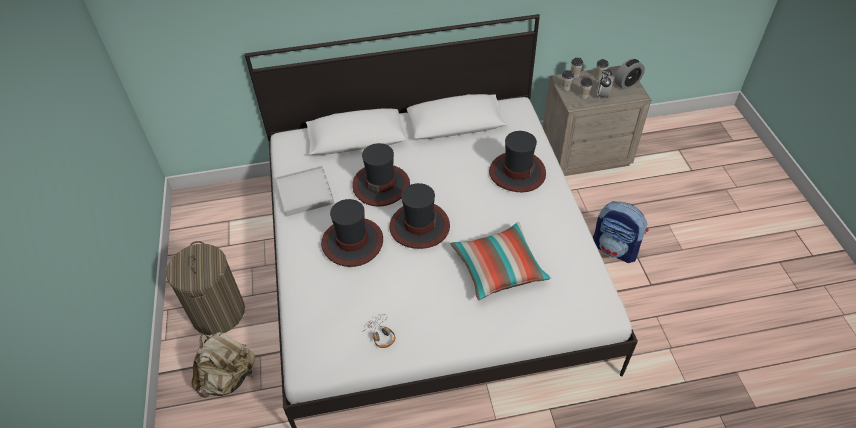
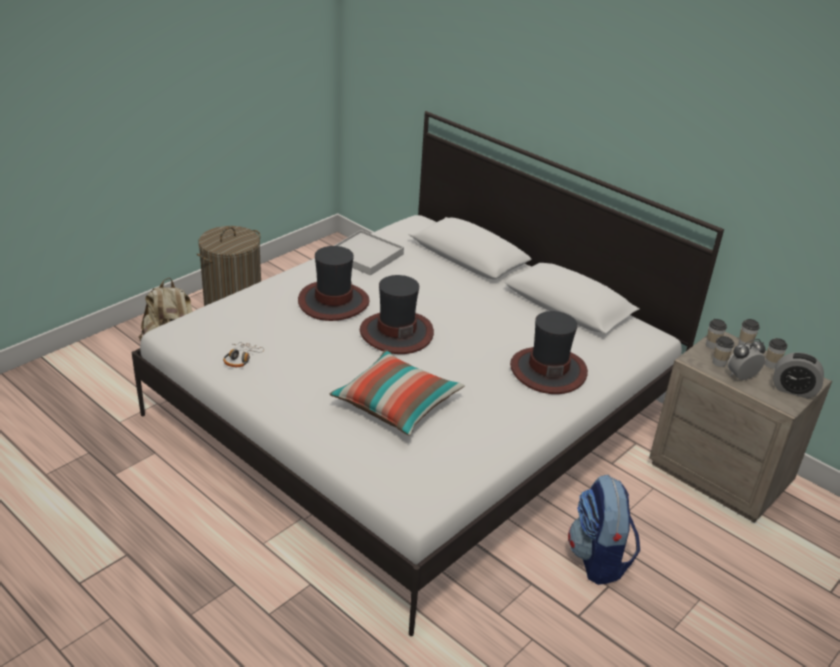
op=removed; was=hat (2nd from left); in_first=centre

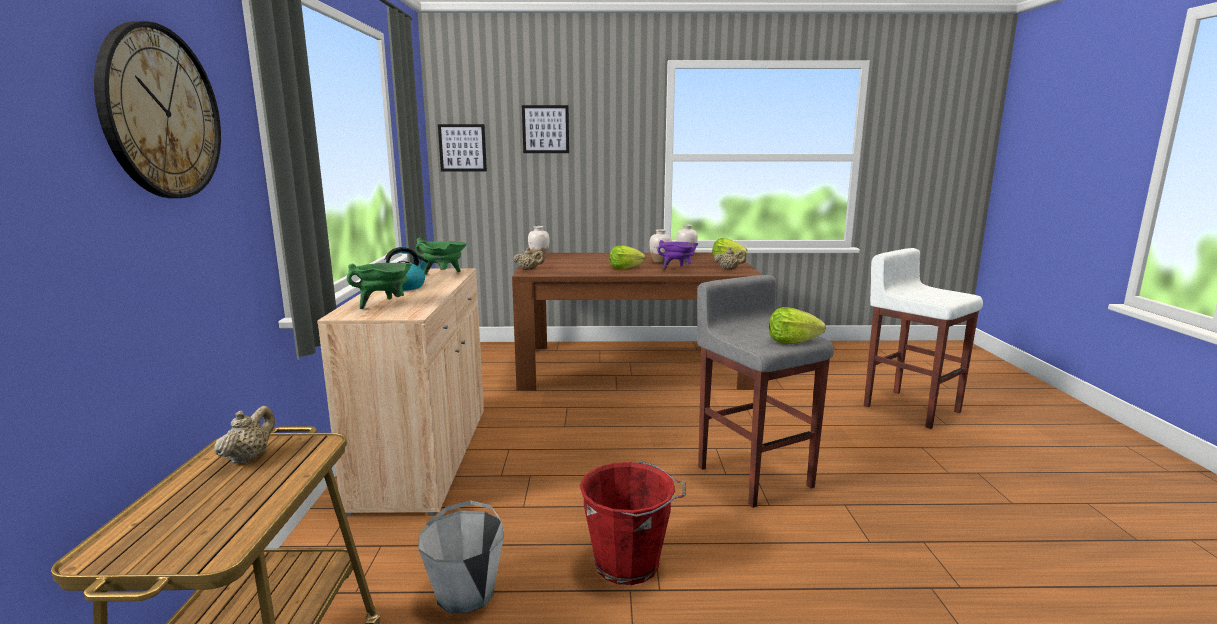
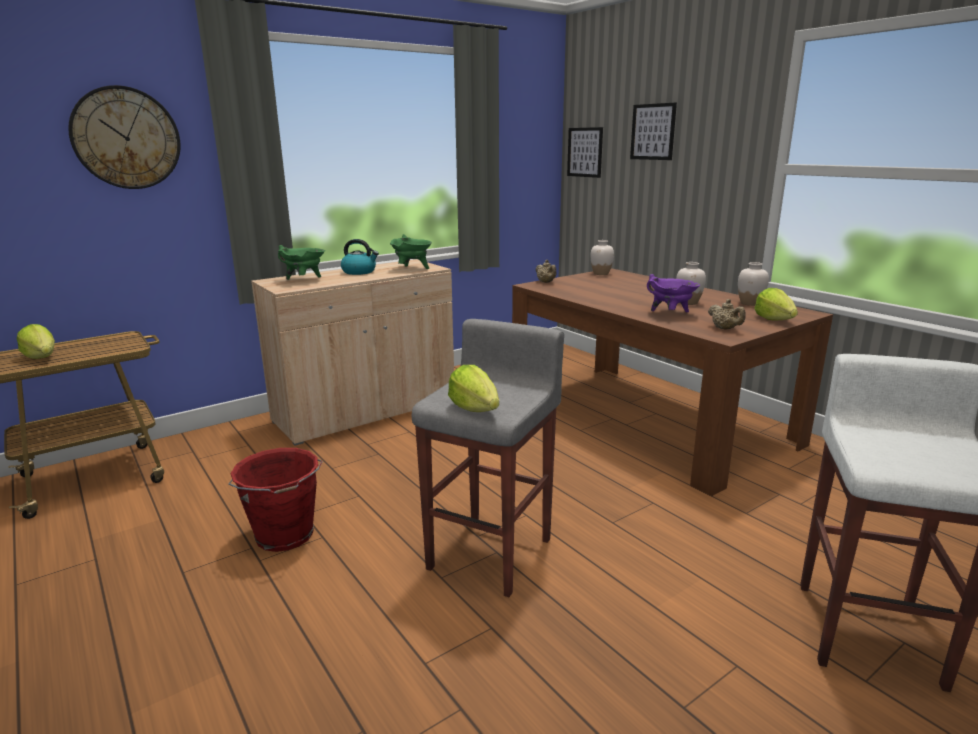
op=removed; was=beige teapot (1st from left); in_first=bottom left
op=removed; was=grey bucket; in_first=bottom centre
op=moved; was=lettuce (1st from left); in_first=centre; in_second=middle left

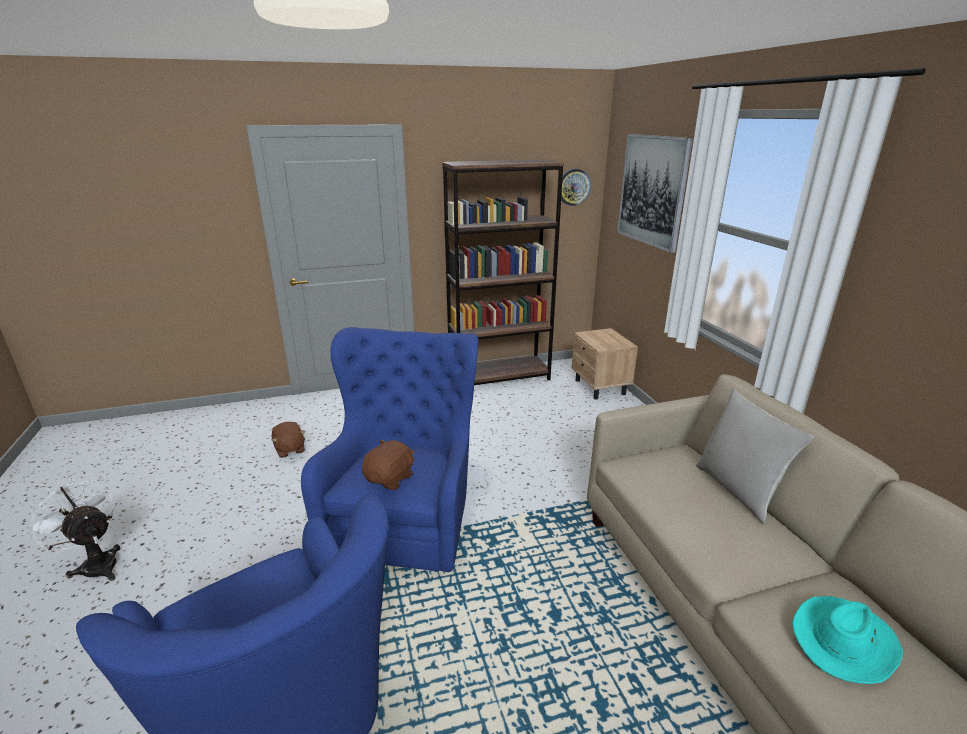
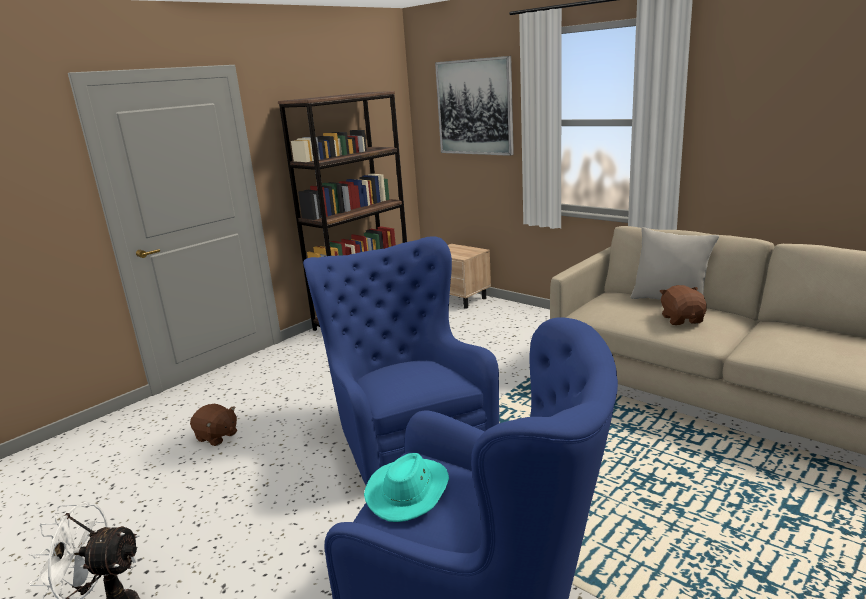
op=moved; was=brown plush toy (2nd from left); in_first=centre; in_second=middle right
op=removed; was=wall clock; in_first=top centre
op=moved; was=turquoise hat; in_first=bottom right; in_second=bottom centre

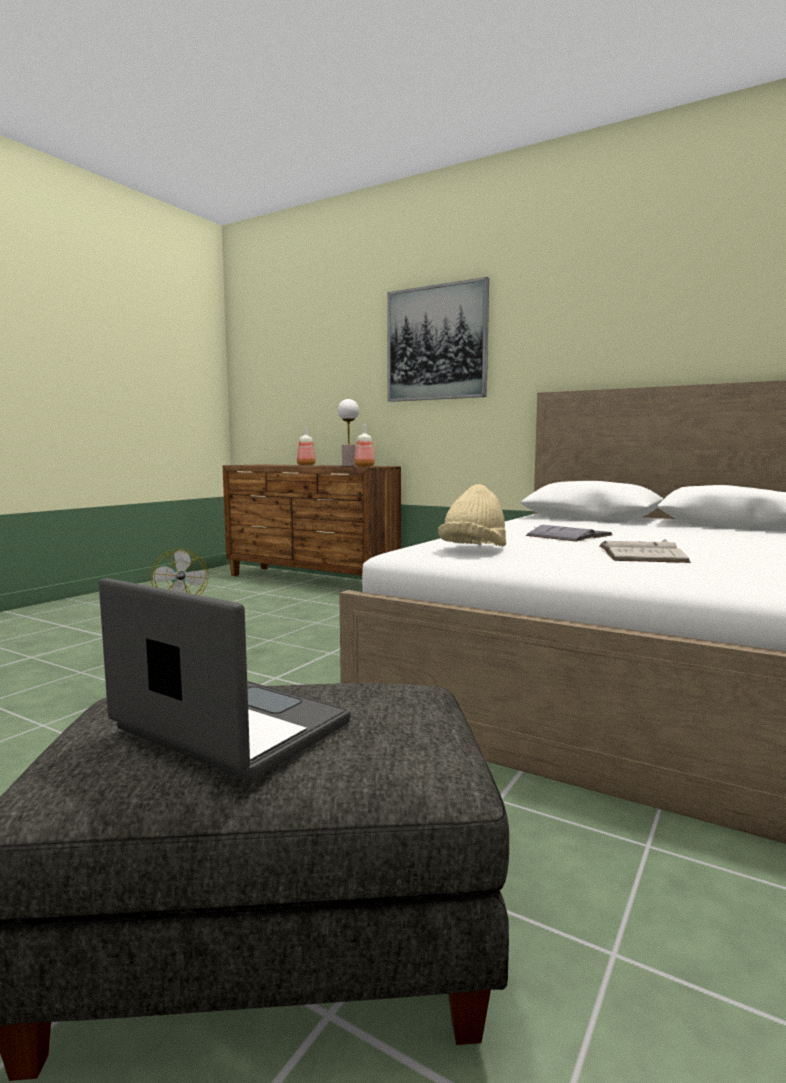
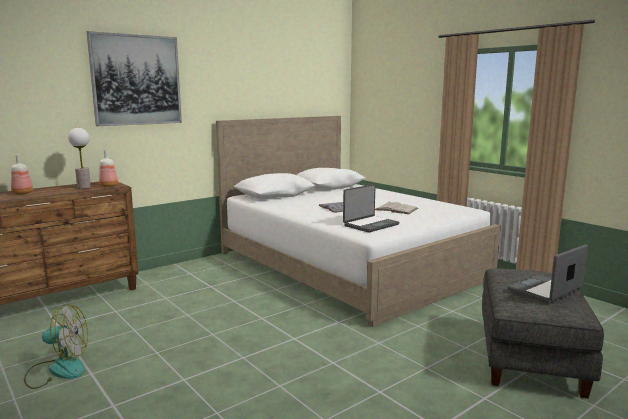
op=replaced; was=beige hat; now=laptop (1st from left); in_first=centre; in_second=centre

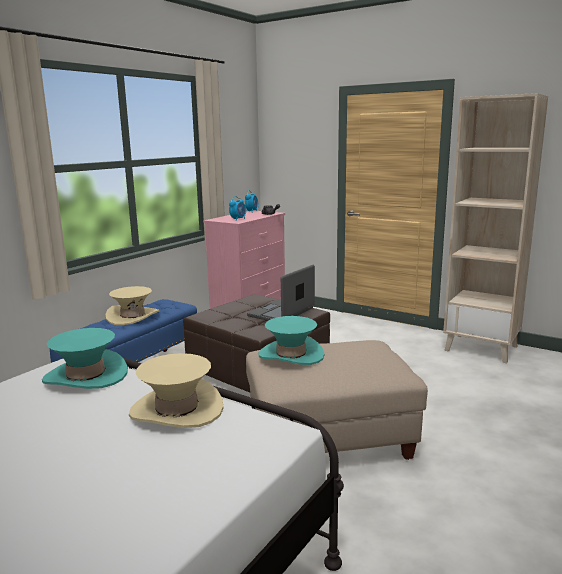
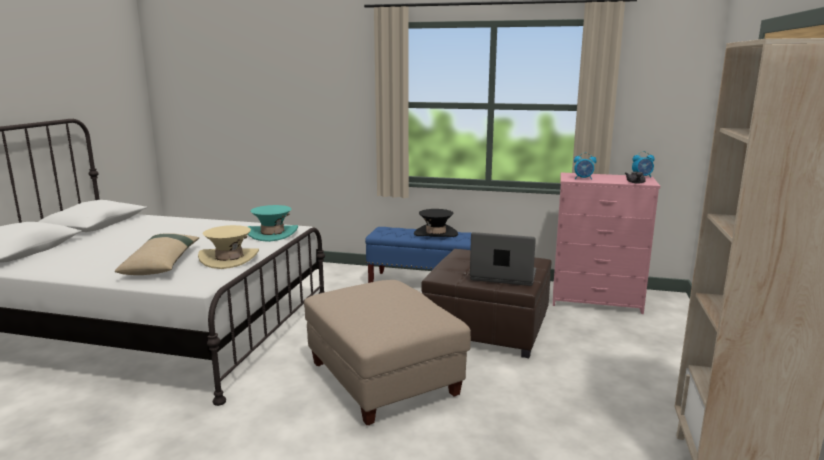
op=recoloured; was=beige hat (1st from left); now=black hat; in_first=middle left; in_second=centre
op=removed; was=turquoise hat (2nd from left); in_first=centre
op=added; now=beige pillow; in_second=middle left

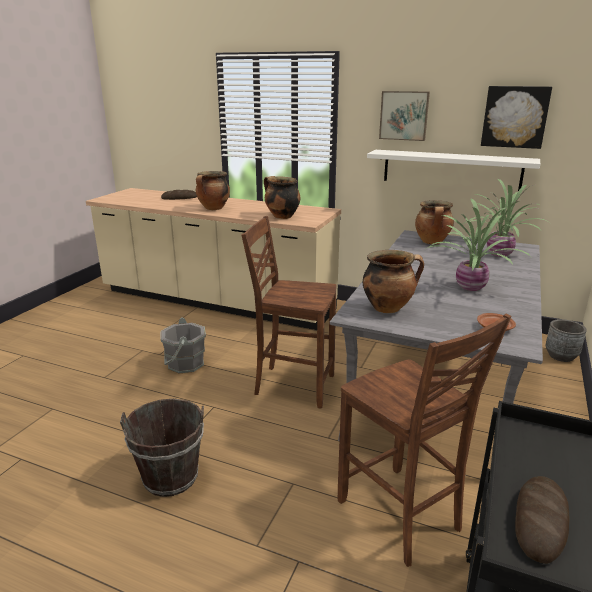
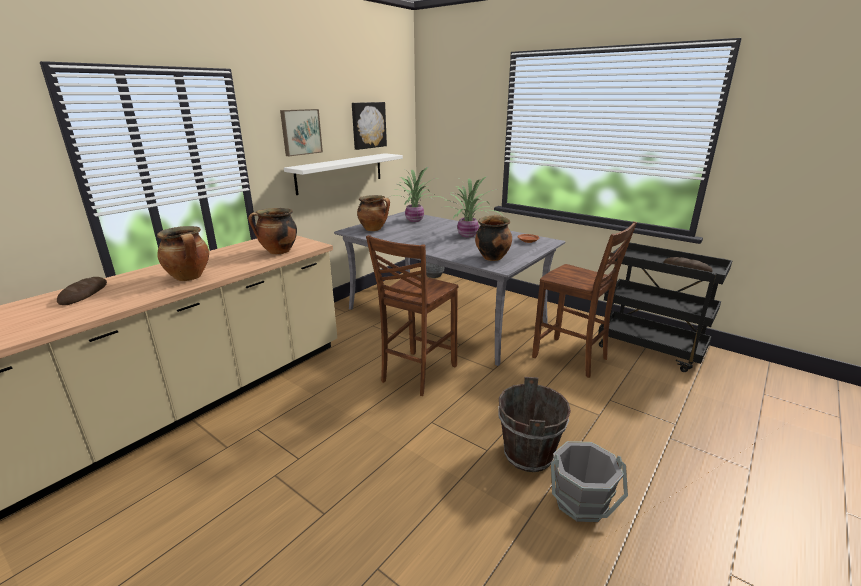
op=moved; was=grey bucket; in_first=middle left; in_second=bottom right
op=turned; was=brown chair (2nd from left); in_first=bottom right; in_second=middle right; clockwise=60

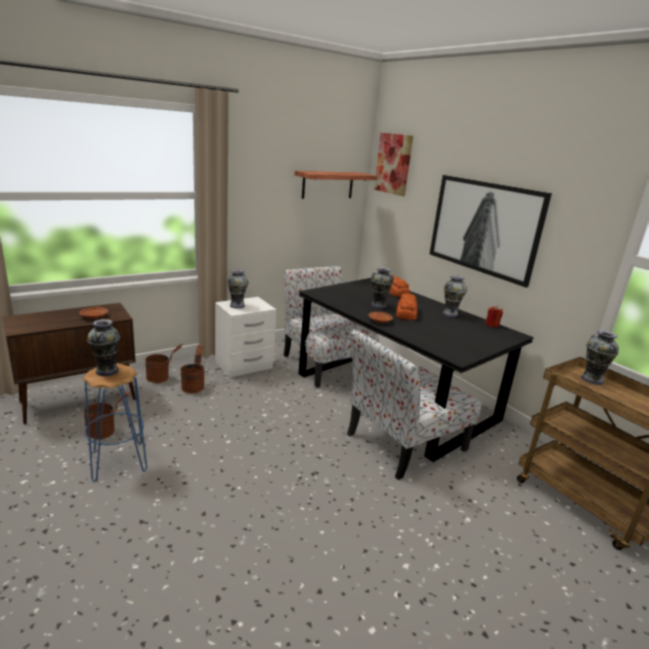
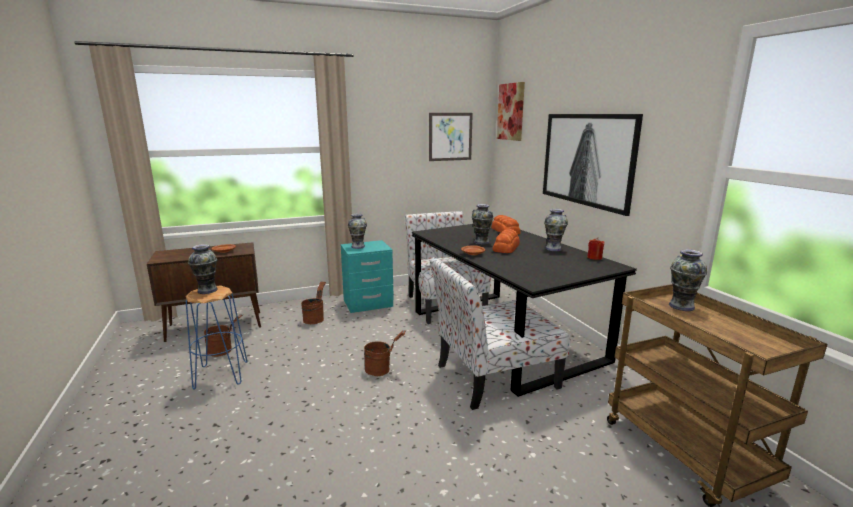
op=moved; was=brown bucket (2nd from left in the first image); now=brown bucket (3rd from left); in_first=middle left; in_second=bottom centre
op=recoloured; was=white nightstand; now=turquoise nightstand; in_first=centre; in_second=centre
op=replaced; was=shelf; now=picture (1st from left); in_first=top centre; in_second=top centre

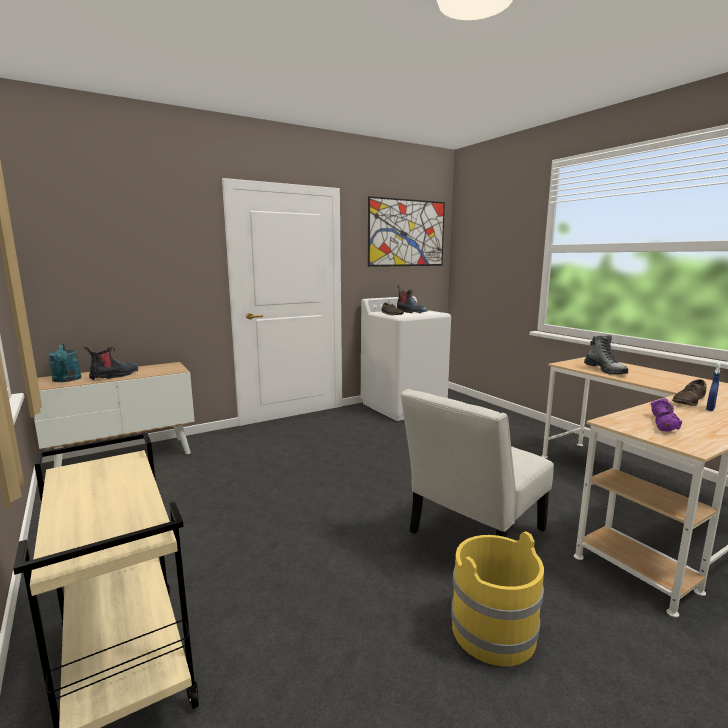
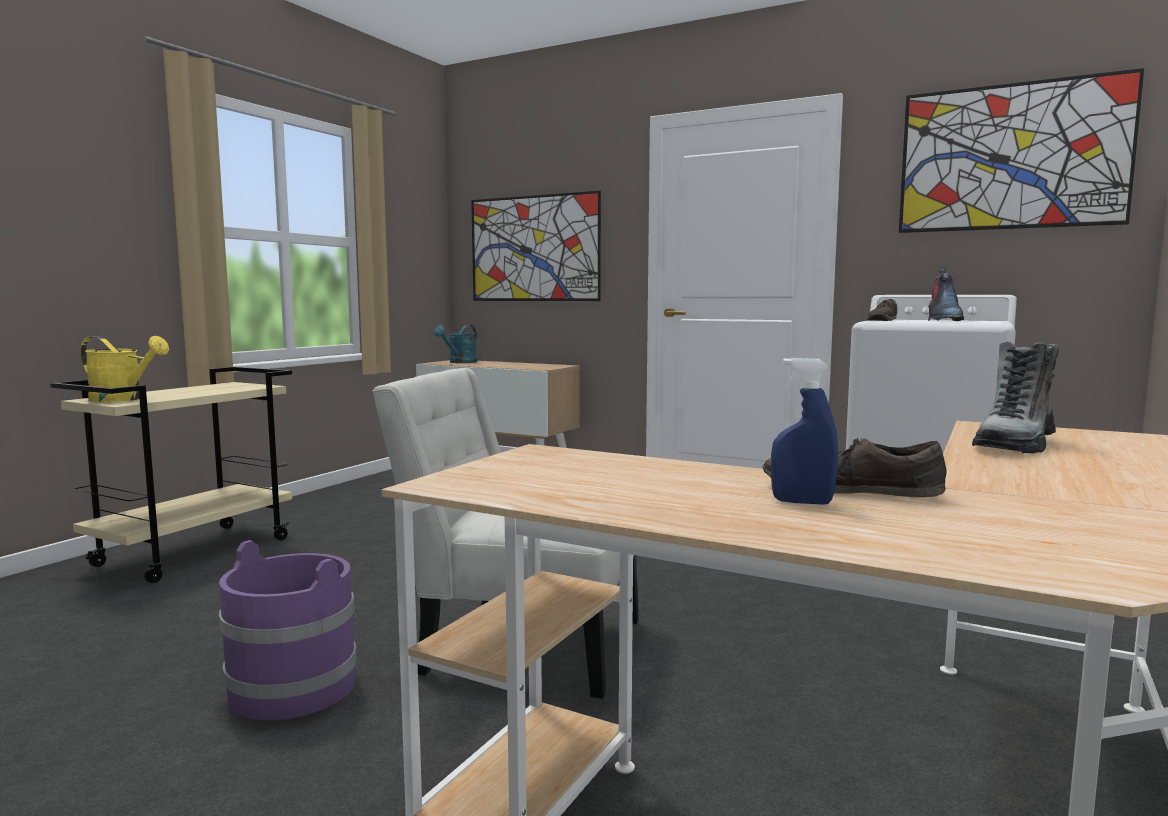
op=removed; was=boot (1st from left); in_first=middle left
op=recoloured; was=yellow bucket; now=purple bucket; in_first=bottom right; in_second=bottom left
op=removed; was=purple dumbbell; in_first=middle right
op=added; now=yellow watering can; in_second=middle left
op=added; now=picture (1st from left); in_second=top centre

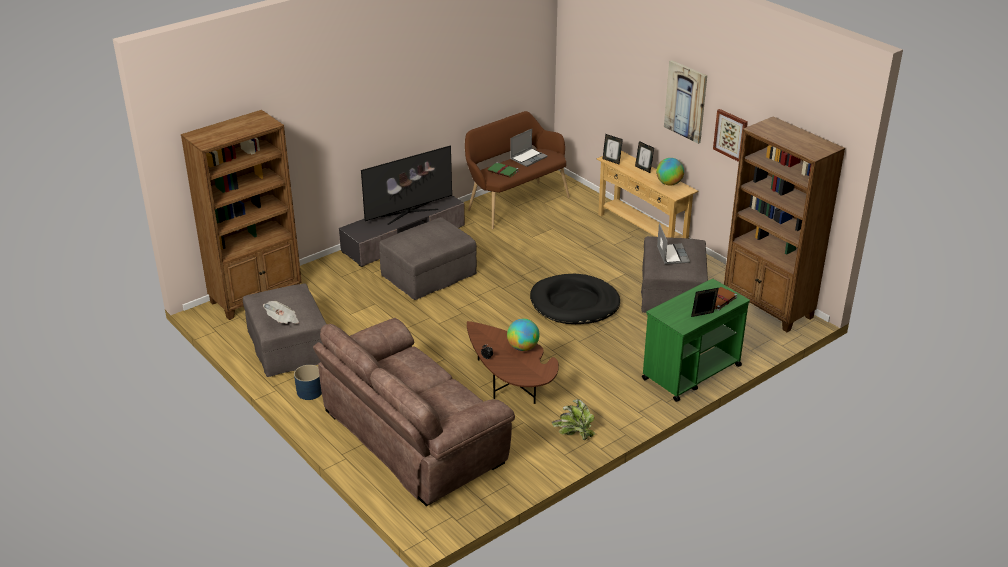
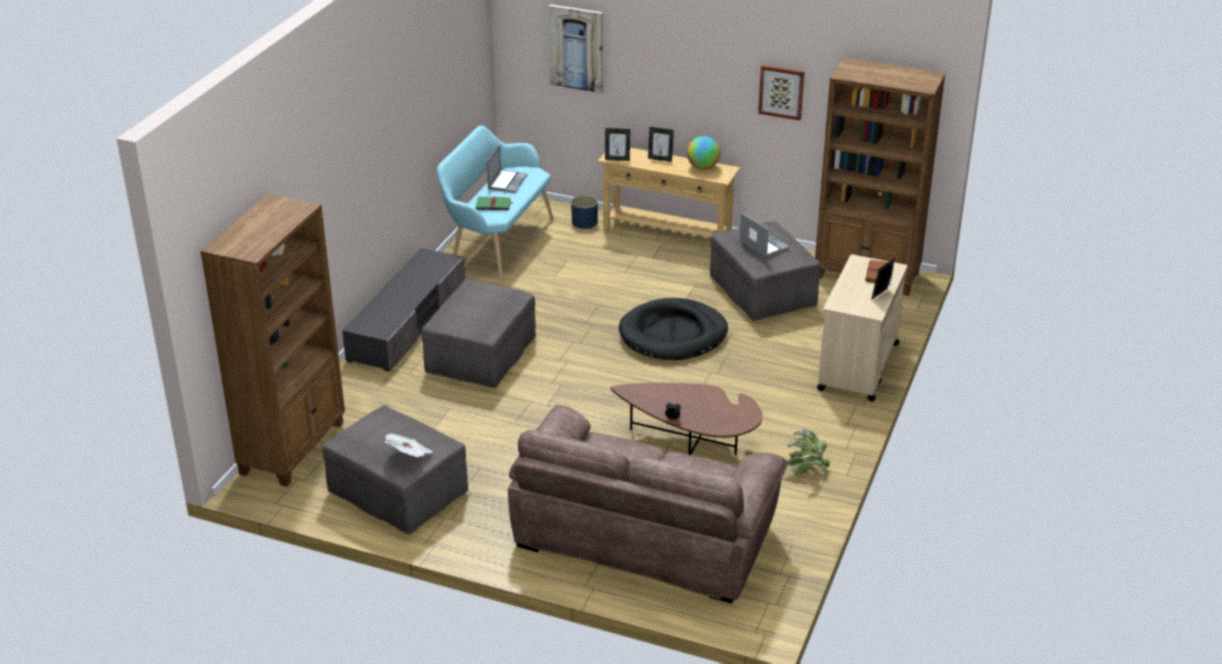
op=moved; was=blue planter; in_first=bottom left; in_second=top centre
op=removed; was=television; in_first=top centre
op=recoloured; was=brown bench; now=turquoise bench; in_first=top centre; in_second=top centre
op=removed; was=globe (1st from left); in_first=centre
op=recoloured; was=green cart; now=beige cart; in_first=middle right; in_second=middle right
op=moved; was=picture (1st from left); in_first=top right; in_second=top centre

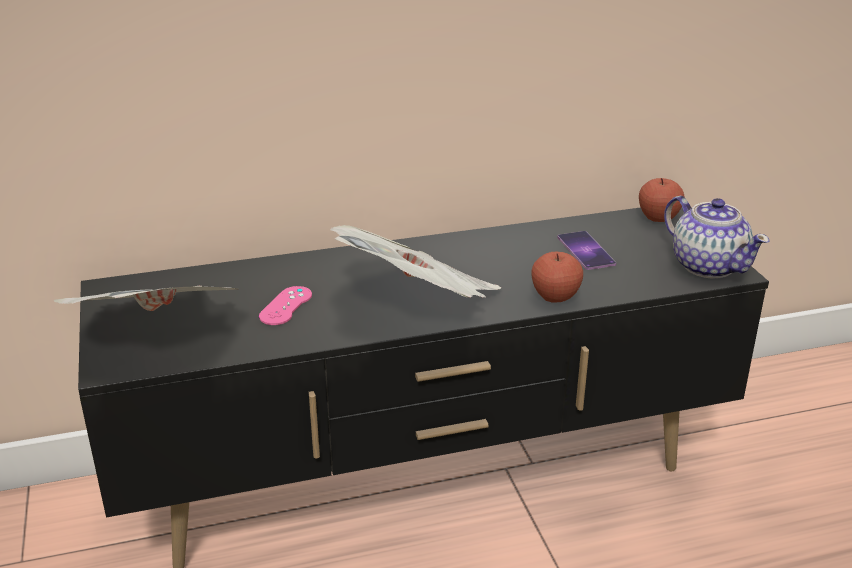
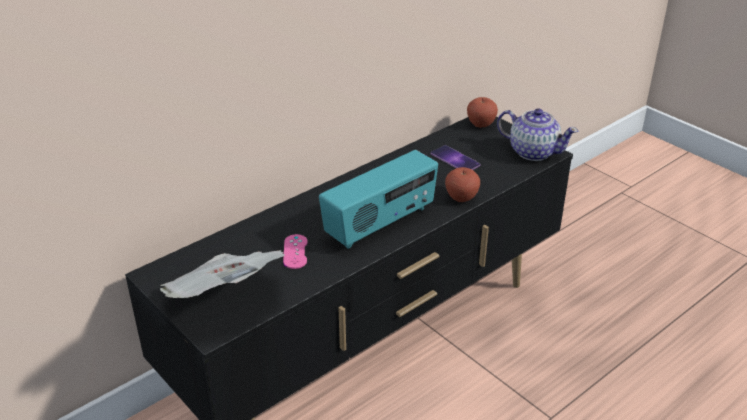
op=replaced; was=newspaper (2nd from left); now=radio; in_first=centre; in_second=centre

